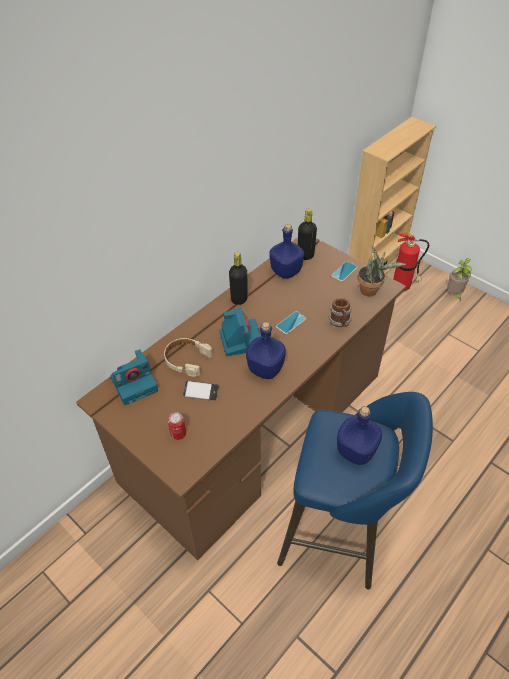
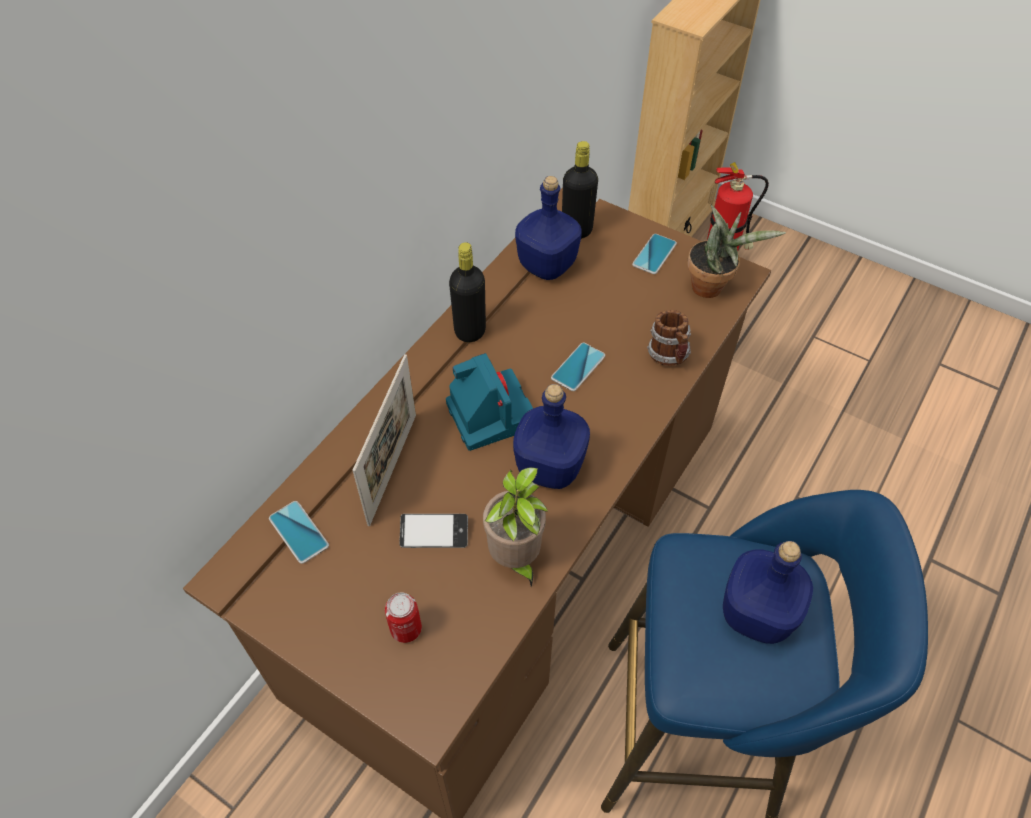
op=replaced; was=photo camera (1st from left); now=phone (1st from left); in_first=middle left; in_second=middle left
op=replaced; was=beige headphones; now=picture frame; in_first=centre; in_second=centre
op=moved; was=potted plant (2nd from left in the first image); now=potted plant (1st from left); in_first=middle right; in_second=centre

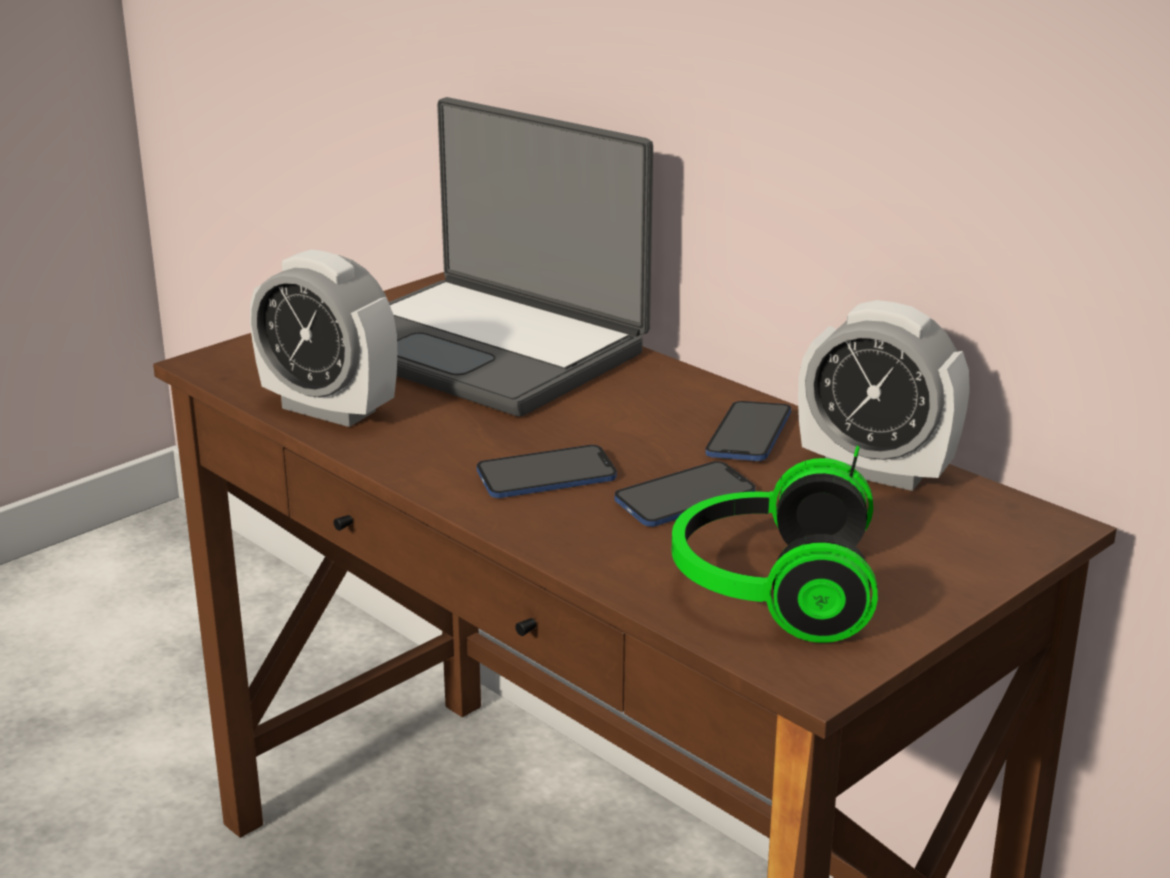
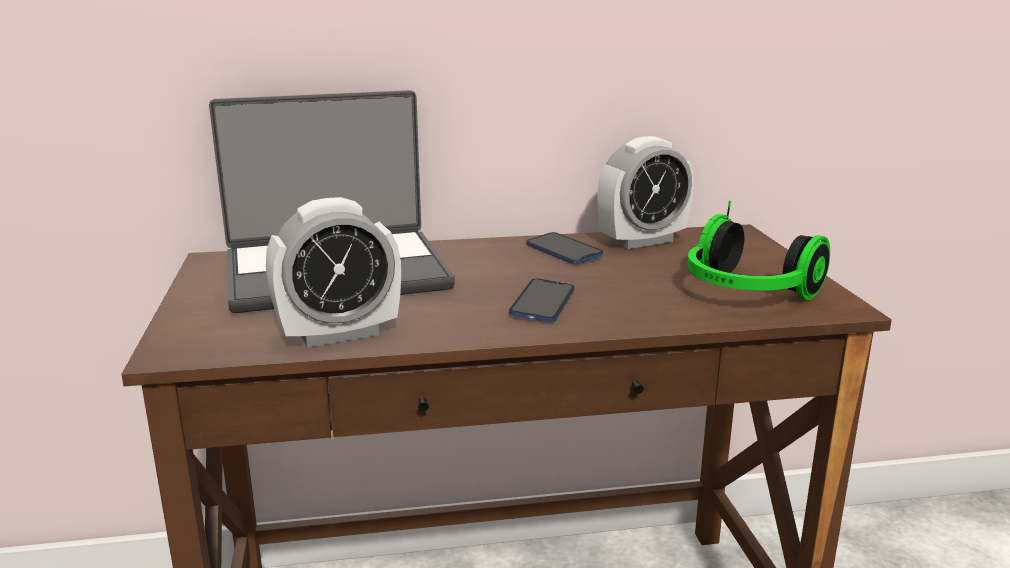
op=removed; was=phone (2nd from left); in_first=centre

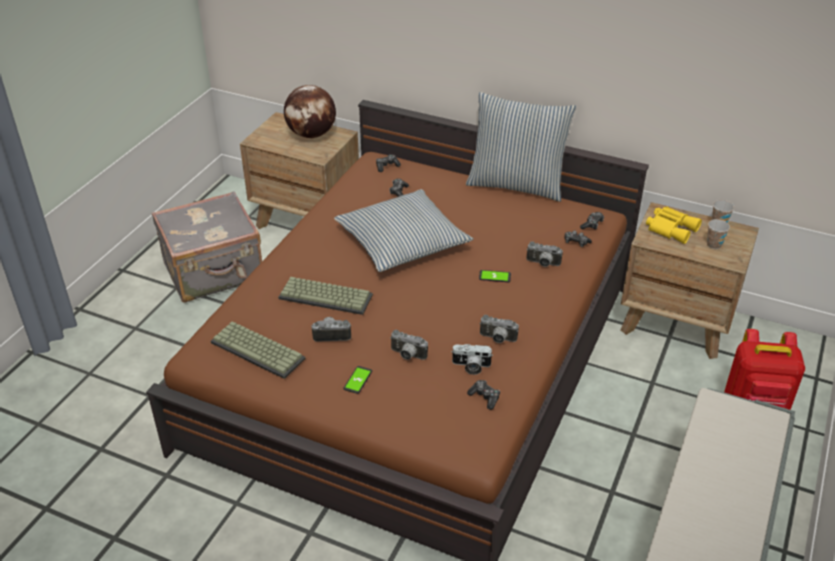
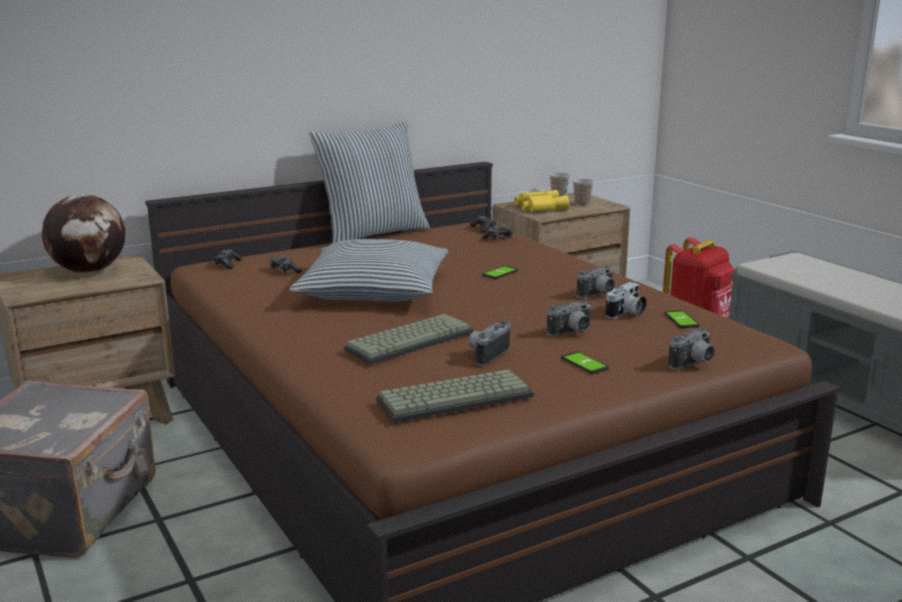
op=replaced; was=game controller (3rd from left); now=phone (3rd from left); in_first=bottom centre; in_second=middle right
op=moved; was=photo camera (5th from left); in_first=centre; in_second=middle right

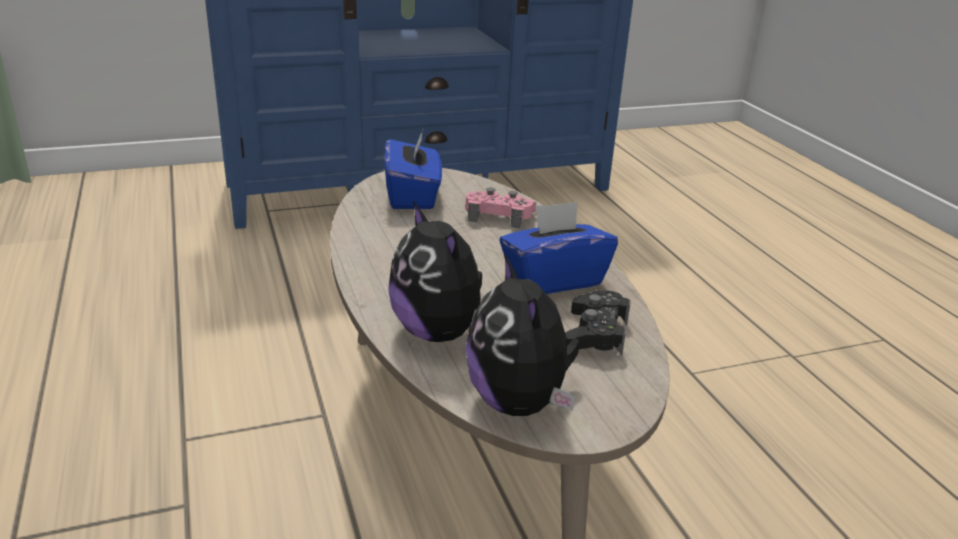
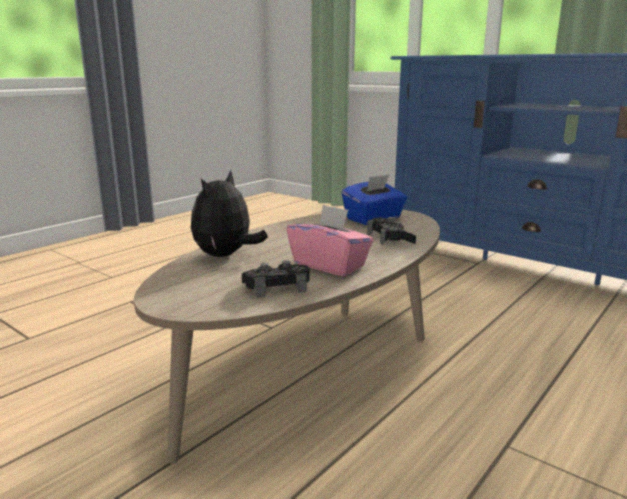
op=recoloured; was=pink game controller; now=black game controller (2nd from left); in_first=centre; in_second=centre
op=removed; was=plush toy (2nd from left); in_first=centre
op=recoloured; was=blue tissue box (2nd from left); now=pink tissue box; in_first=centre; in_second=centre

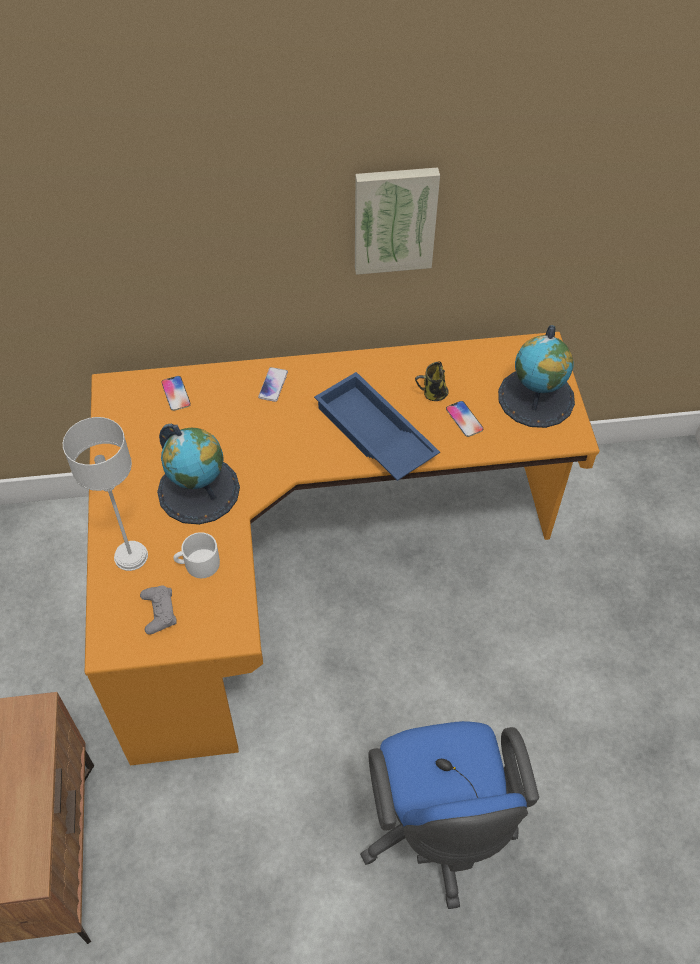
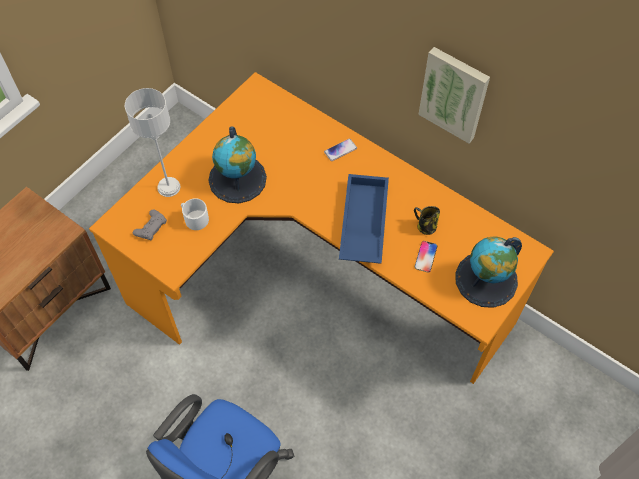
op=removed; was=phone (1st from left); in_first=middle left

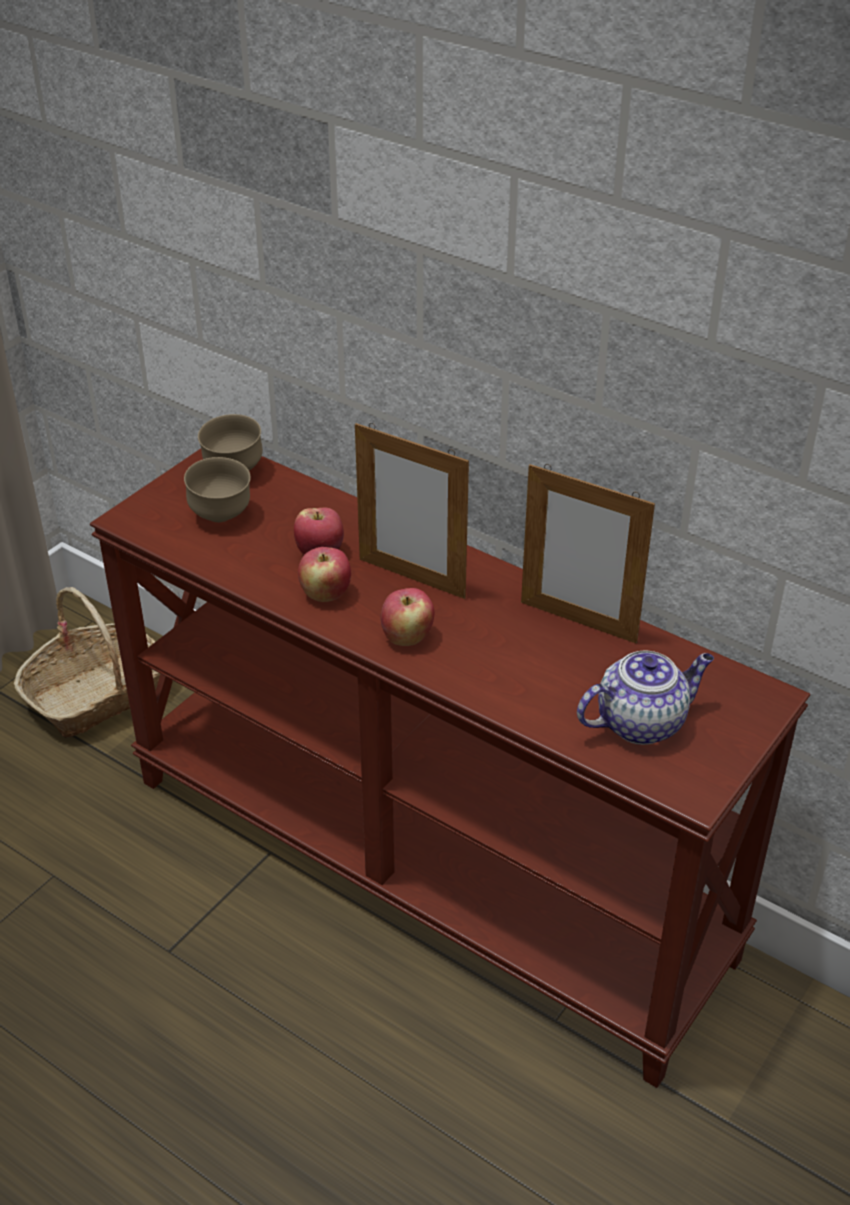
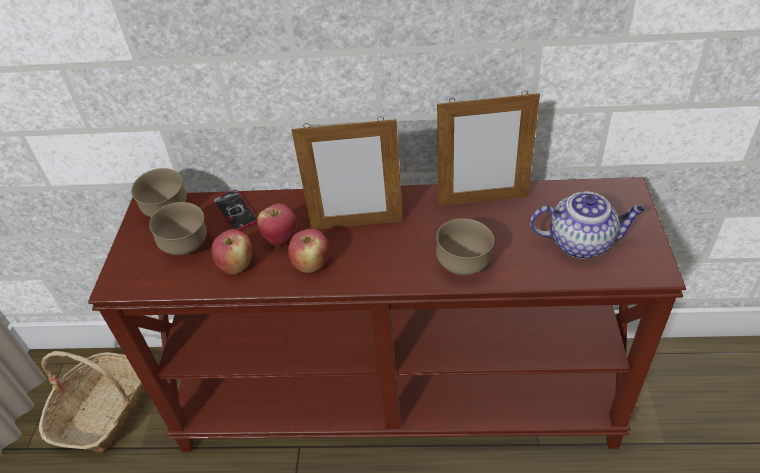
op=moved; was=apple (3rd from left in the first image); now=apple (1st from left); in_first=centre; in_second=middle left
op=turned; was=teapot; in_first=middle right; in_second=middle right; clockwise=60
op=added; now=phone; in_second=middle left
op=added; now=brown bowl (3rd from left); in_second=centre

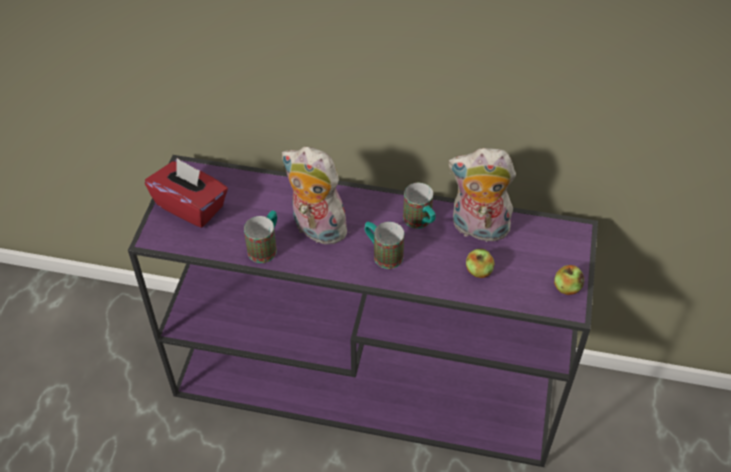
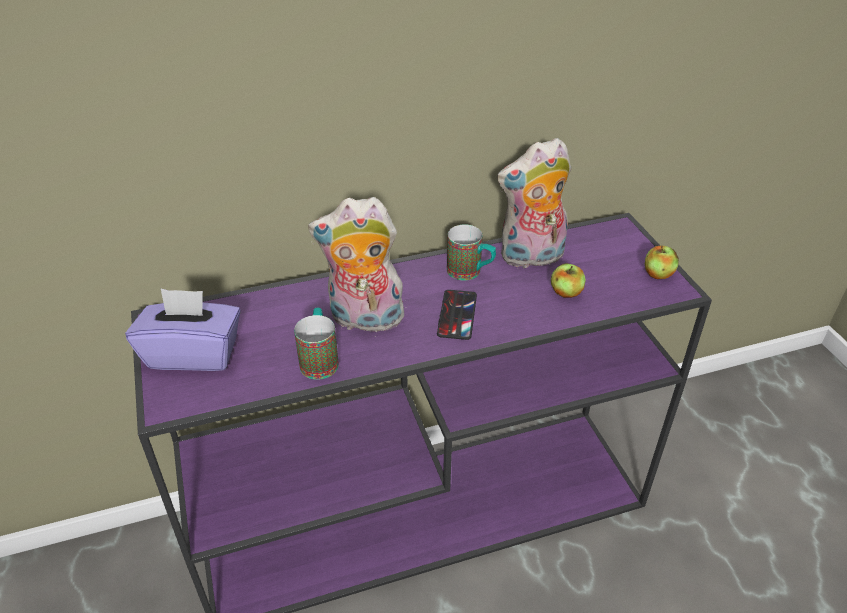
op=recoloured; was=red tissue box; now=purple tissue box; in_first=middle left; in_second=middle left
op=replaced; was=mug (2nd from left); now=phone; in_first=centre; in_second=centre

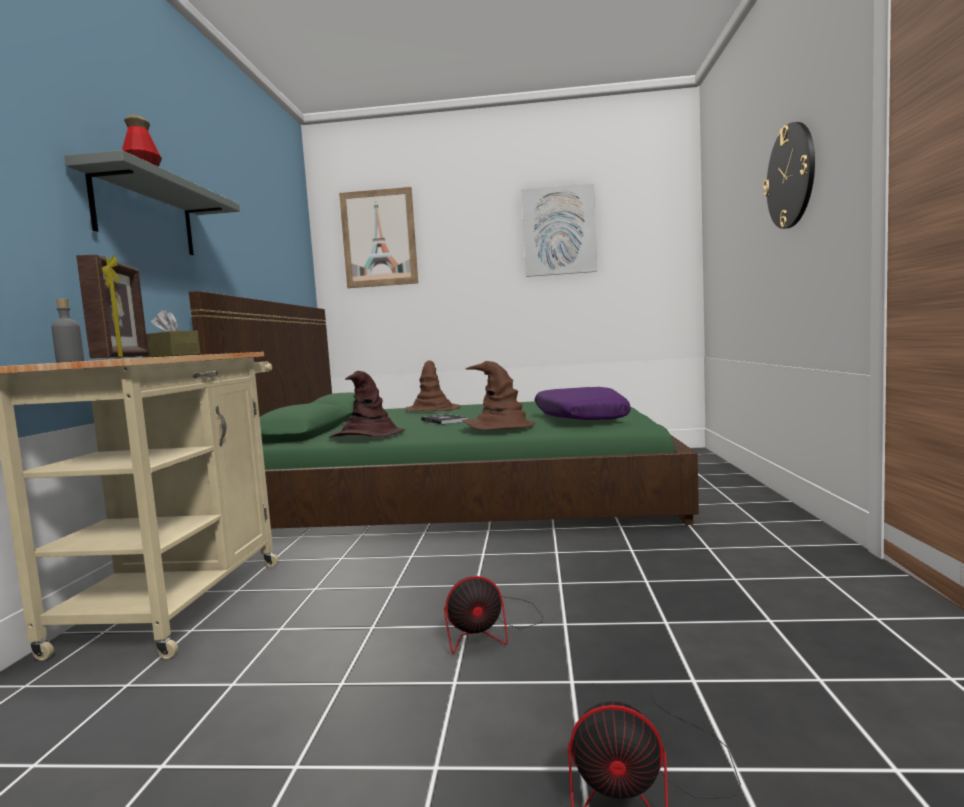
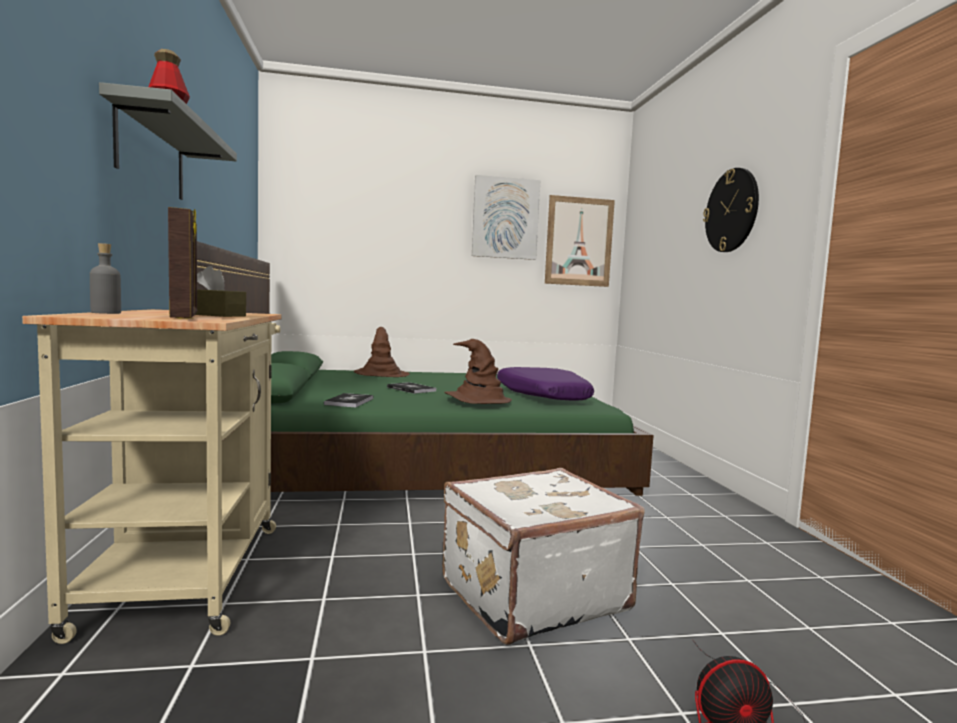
op=replaced; was=brown hat (1st from left); now=book (1st from left); in_first=centre; in_second=centre
op=moved; was=picture (1st from left in the first image); now=picture (2nd from left); in_first=top centre; in_second=centre
op=replaced; was=fan (1st from left); now=white suitcase; in_first=bottom centre; in_second=bottom centre

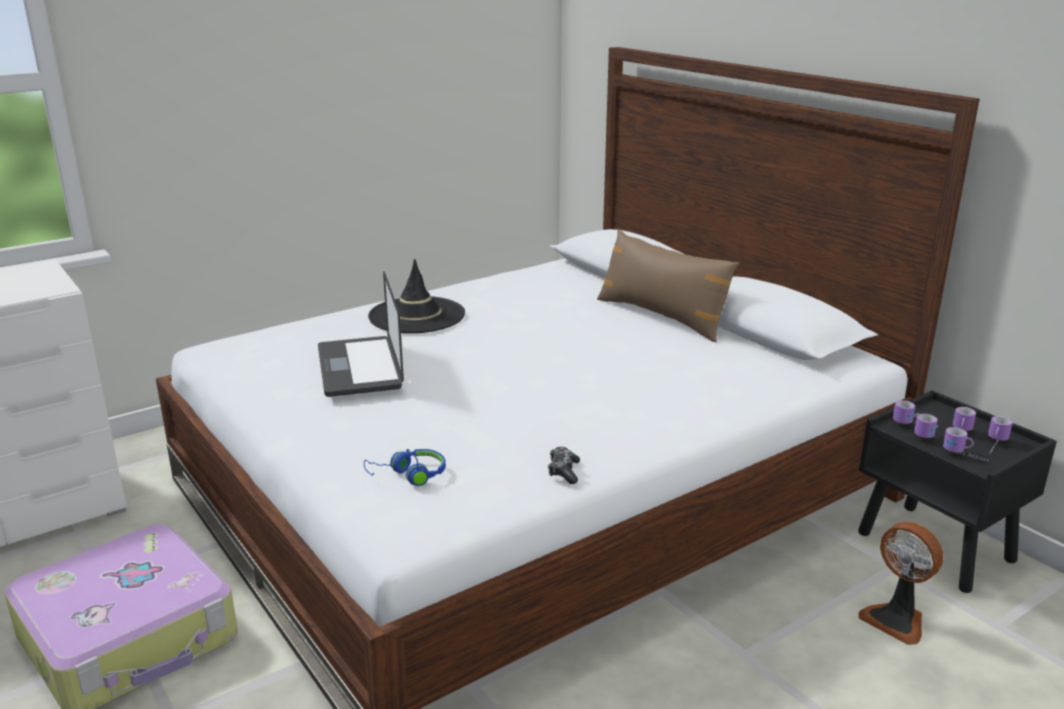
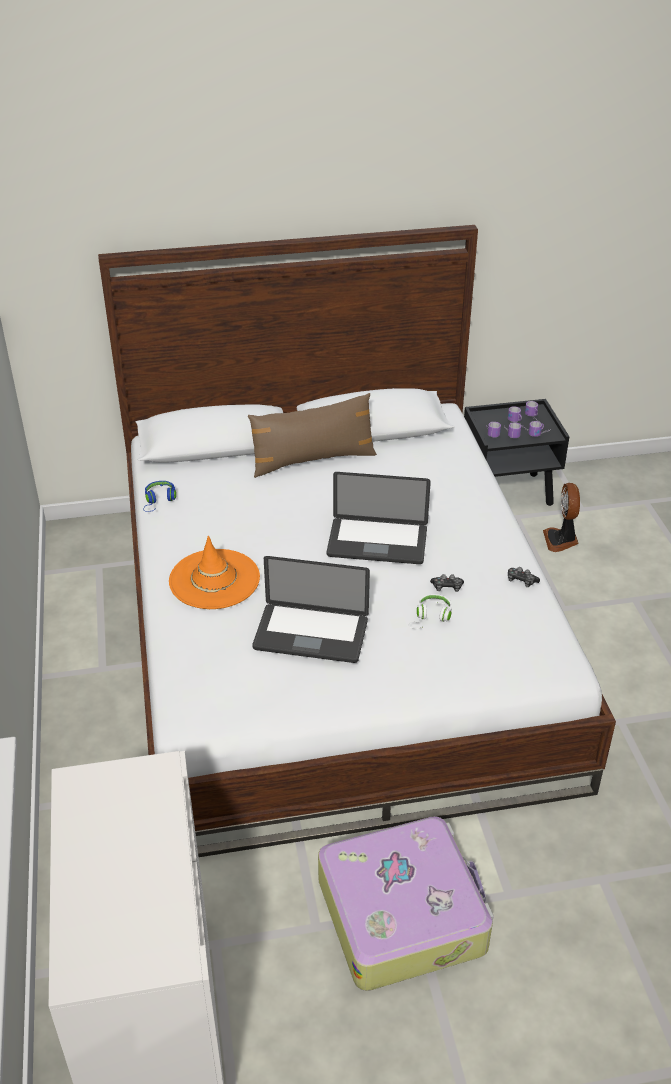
op=moved; was=blue headphones; in_first=centre; in_second=middle left
op=recoloured; was=black hat; now=orange hat; in_first=centre; in_second=middle left
op=turned; was=fan; in_first=bottom right; in_second=middle right; clockwise=105
op=added; now=laptop (2nd from left); in_second=centre
op=added; now=white headphones; in_second=centre
op=added; now=game controller (1st from left); in_second=centre

